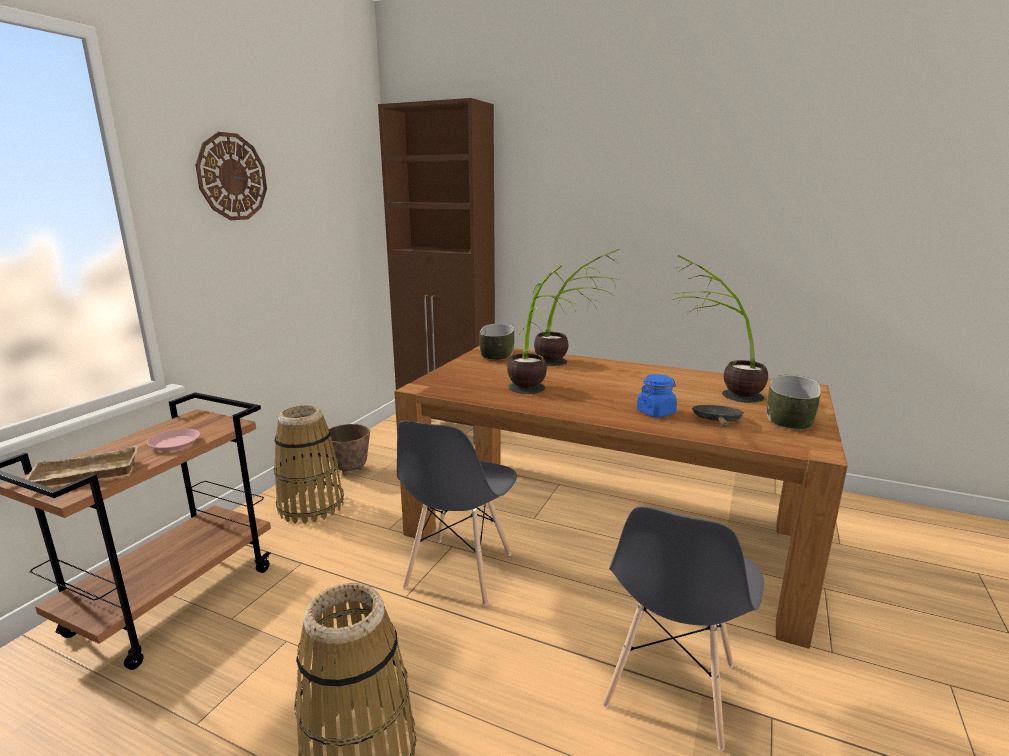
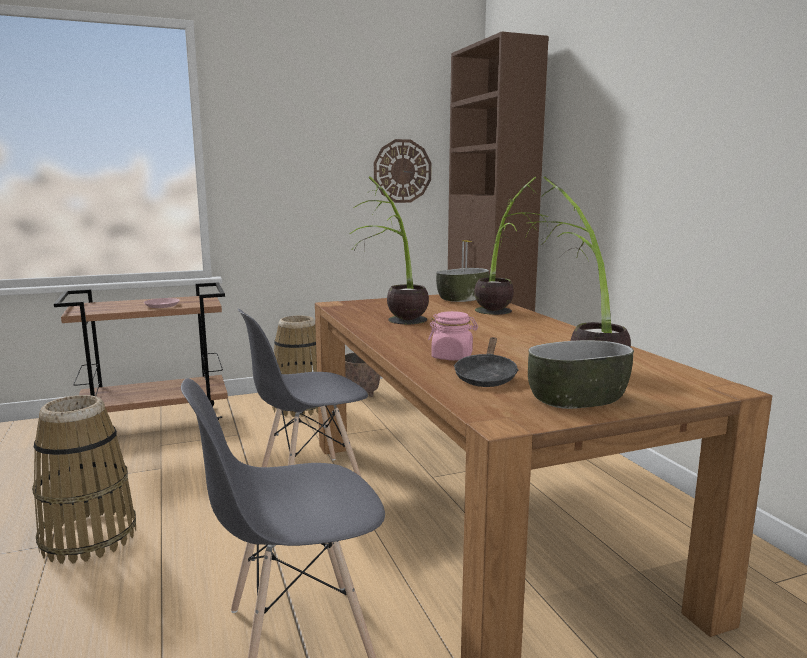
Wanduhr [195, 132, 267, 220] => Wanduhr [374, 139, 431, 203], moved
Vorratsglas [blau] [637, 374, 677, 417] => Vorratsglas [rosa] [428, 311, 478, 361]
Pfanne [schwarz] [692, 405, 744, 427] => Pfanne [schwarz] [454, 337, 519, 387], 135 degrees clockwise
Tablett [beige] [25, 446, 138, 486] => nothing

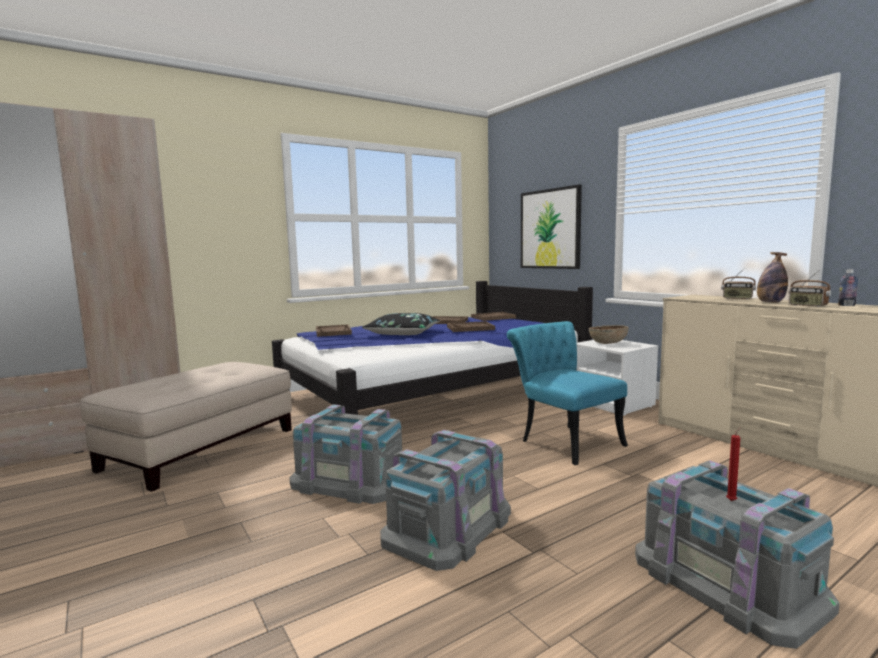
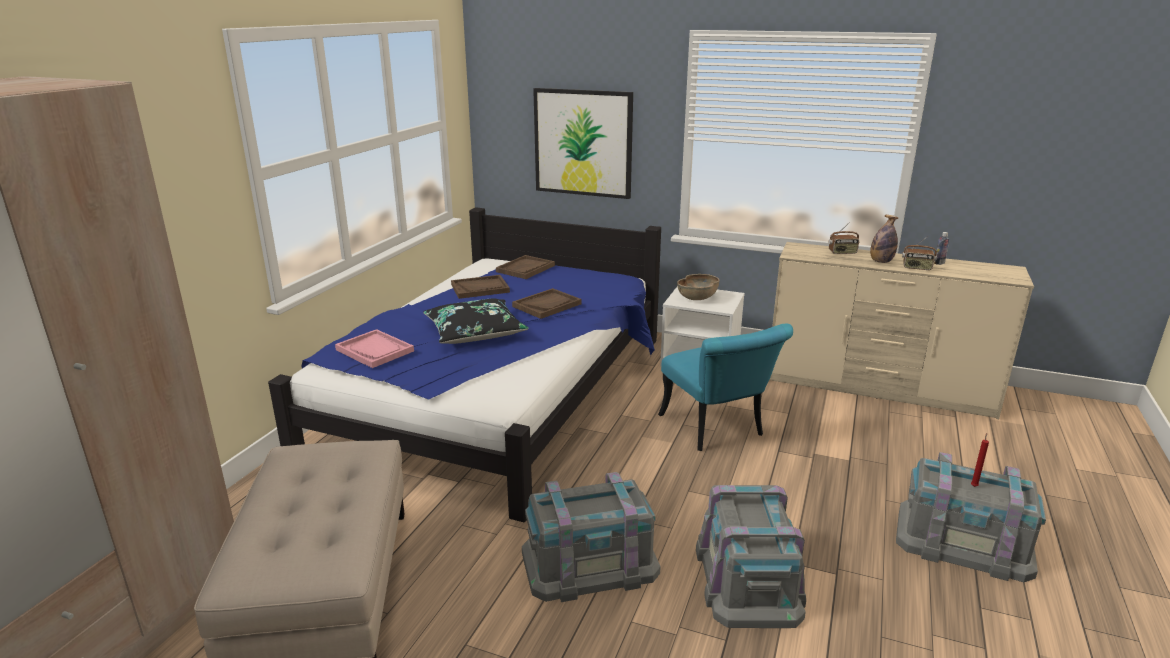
Stuhl [türkis] [507, 321, 628, 465] => Stuhl [türkis] [658, 323, 793, 451], 135 degrees counterclockwise
Tablett [braun] [316, 325, 352, 337] => Tablett [rosa] [335, 329, 414, 368]

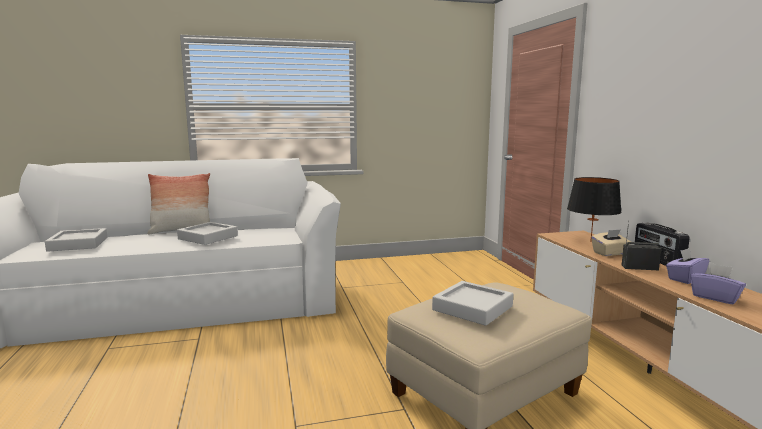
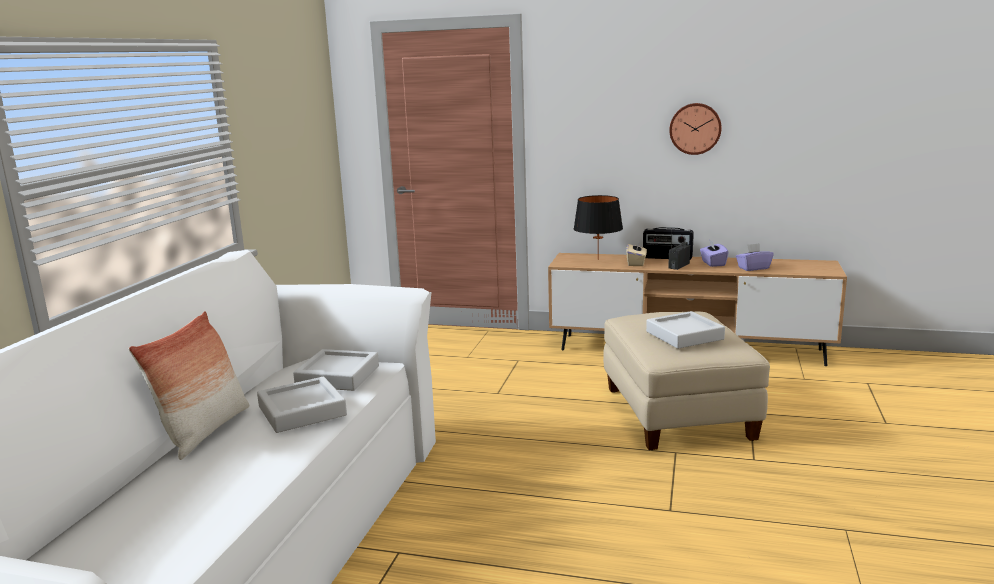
Tablett [grau] [45, 228, 107, 252] => Tablett [grau] [293, 349, 379, 391], moved
nothing => Wanduhr [669, 103, 722, 155]

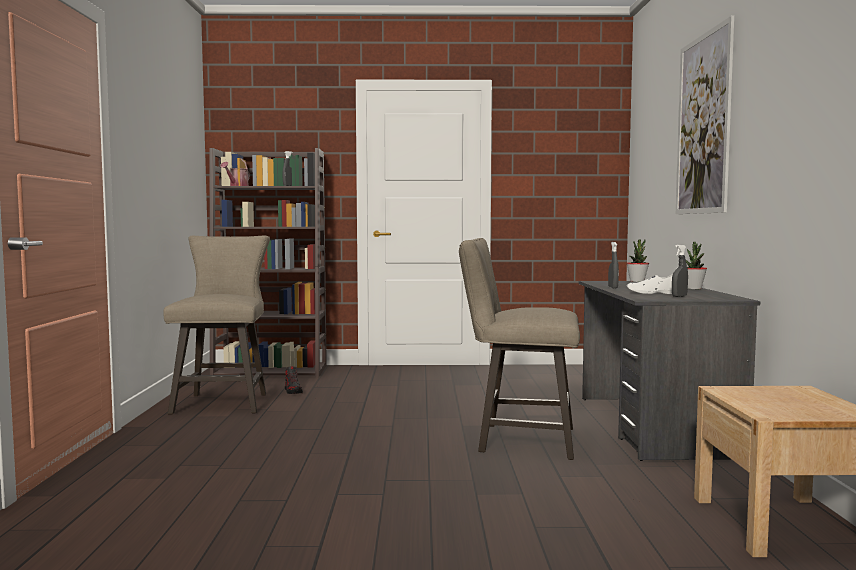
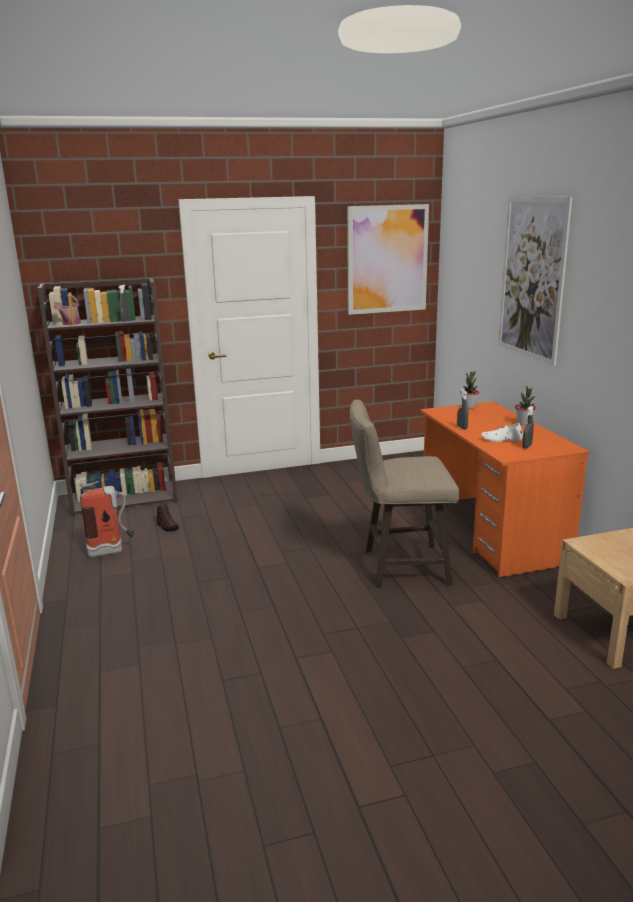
Hocker [beige] [163, 236, 270, 414] => Feuerlöscher [80, 481, 135, 558]
Schreibtisch [grau] [579, 281, 760, 461] => Schreibtisch [orange] [420, 402, 590, 578]
nothing => Bild [347, 204, 429, 315]

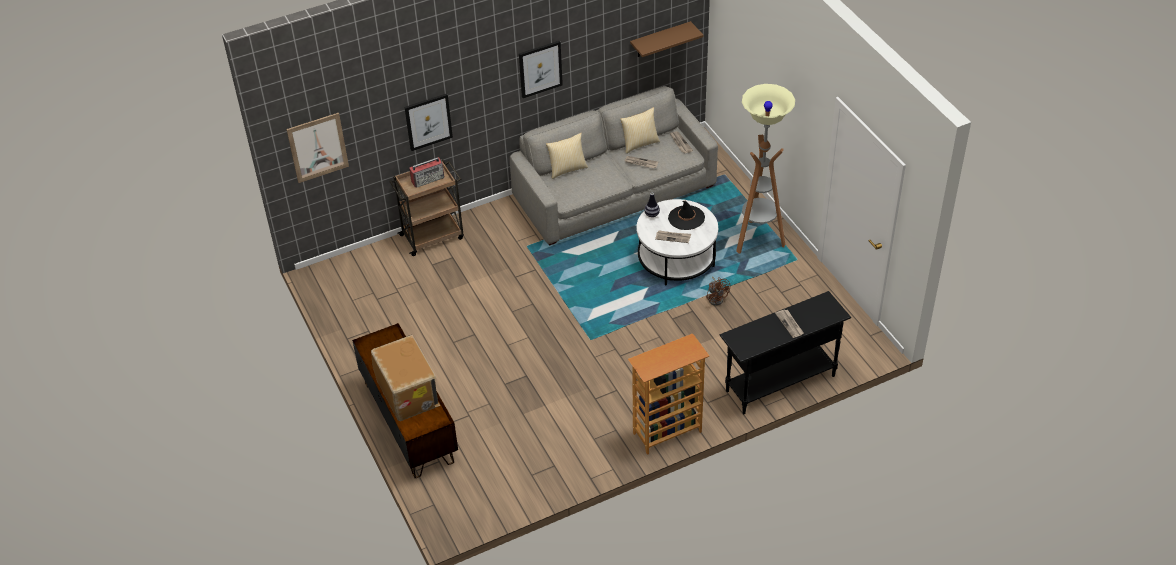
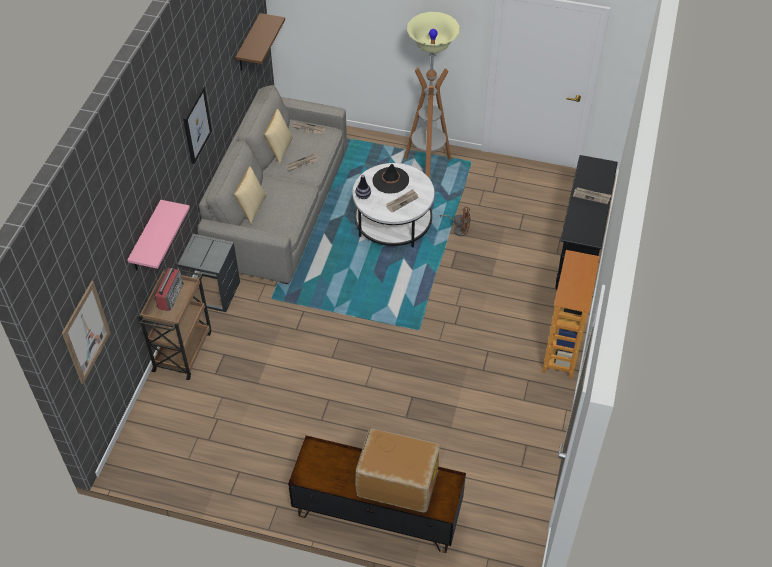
Bild [404, 93, 453, 151] => Wandregal [rosa] [127, 200, 190, 270]
nothing => Beistelltisch [grau] [177, 234, 240, 312]

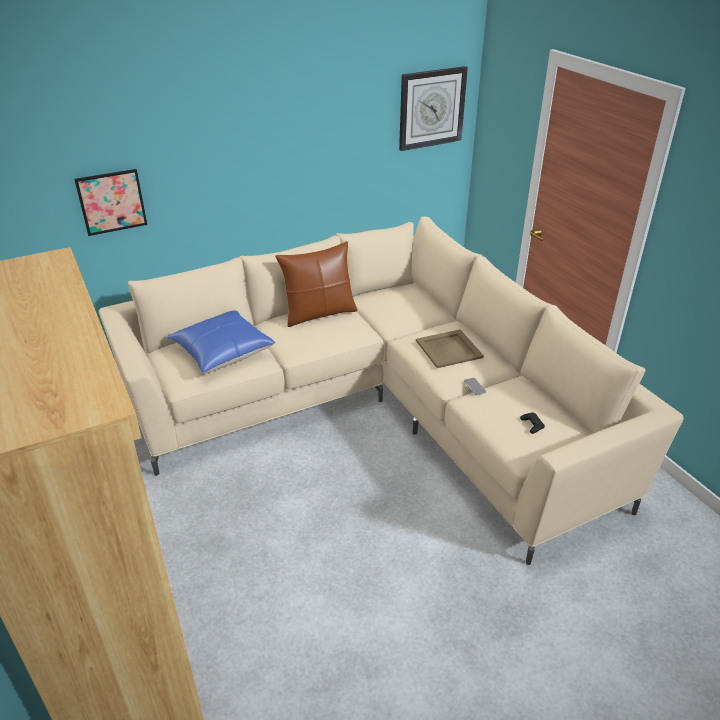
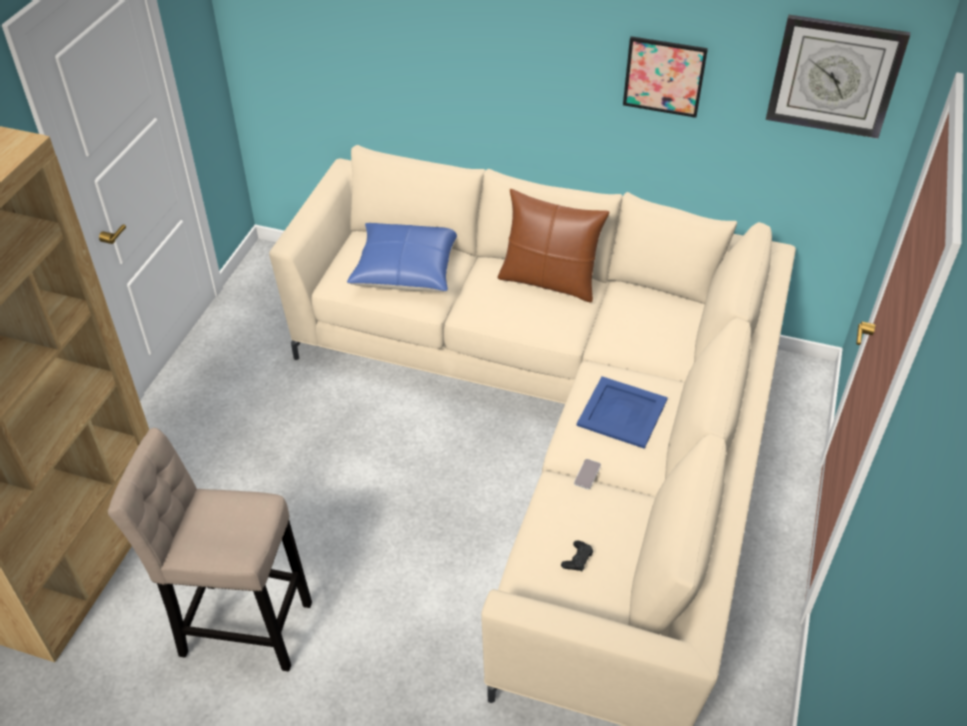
Bild [74, 169, 147, 236] => Bild [623, 36, 708, 118], moved
Tablett [beige] [416, 329, 484, 368] => Tablett [blau] [576, 376, 668, 449]
nothing => Hocker [beige] [108, 428, 312, 672]

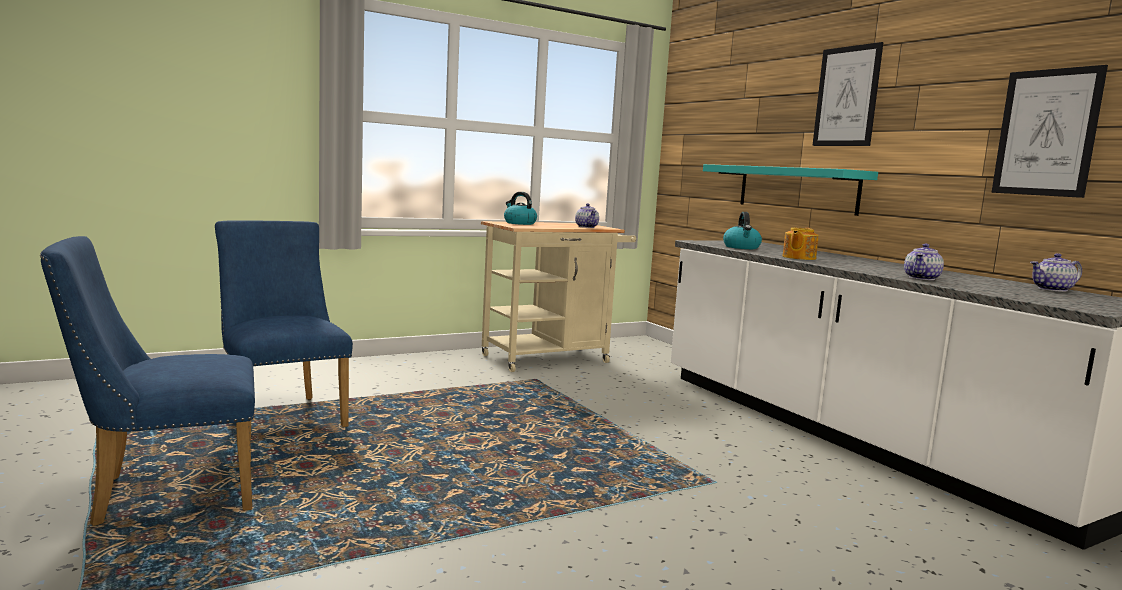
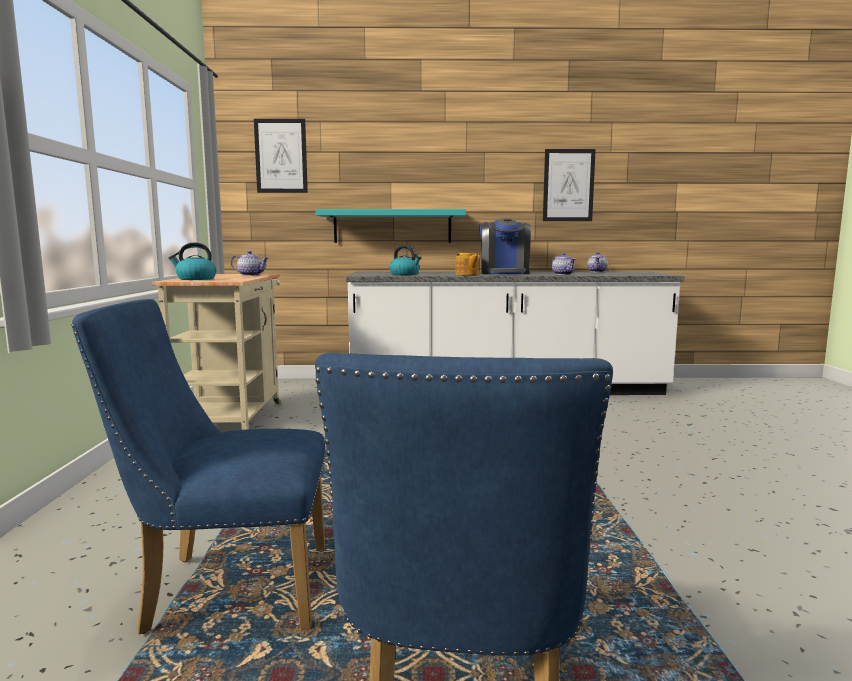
Bild [812, 42, 883, 146] => Bild [254, 119, 308, 193], moved
nothing => Kaffeemaschine [479, 218, 531, 274]

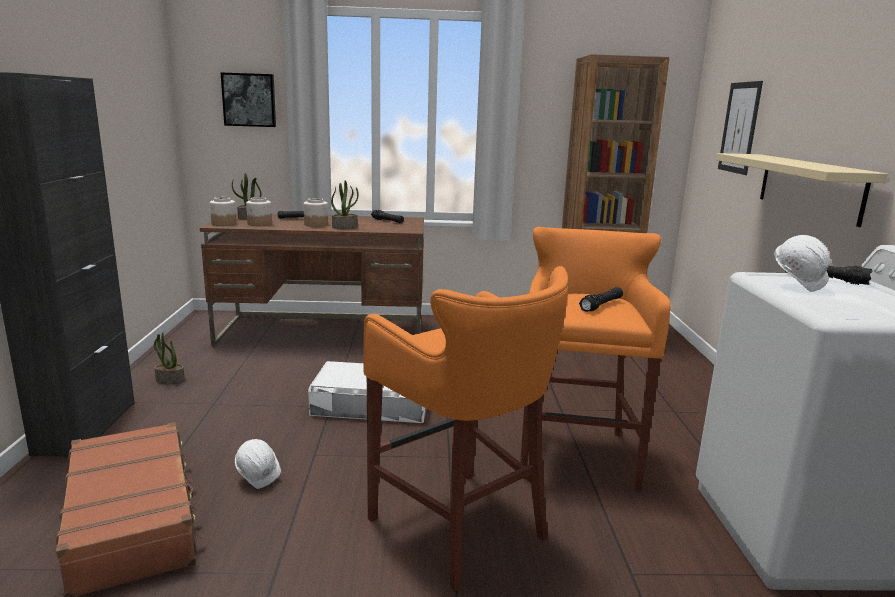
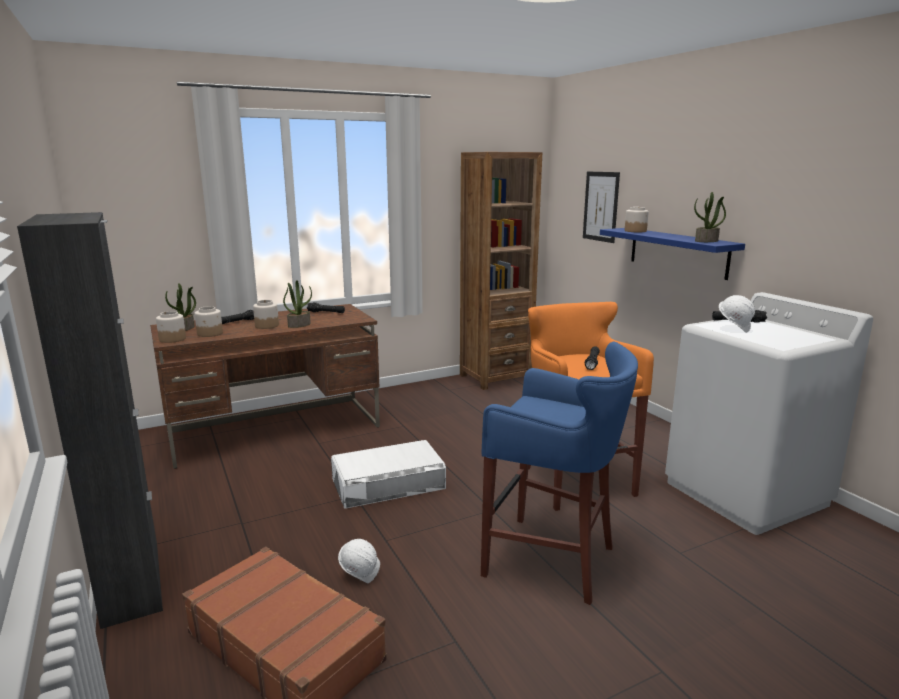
Bild [221, 72, 276, 127] => nothing
Wandregal [beige] [716, 153, 888, 227] => Wandregal [blau] [600, 228, 745, 280]
Hocker [orange] [363, 266, 568, 591] => Hocker [blau] [481, 342, 638, 605]
Topfpflanze [154, 332, 185, 384] => Topfpflanze [694, 192, 726, 242], moved
nothing => Vorratsglas [625, 207, 649, 232]

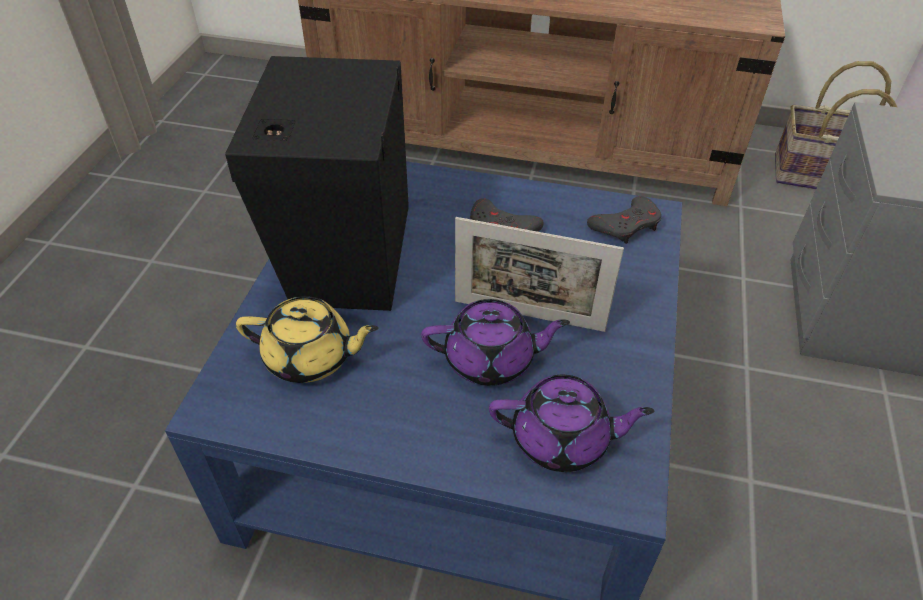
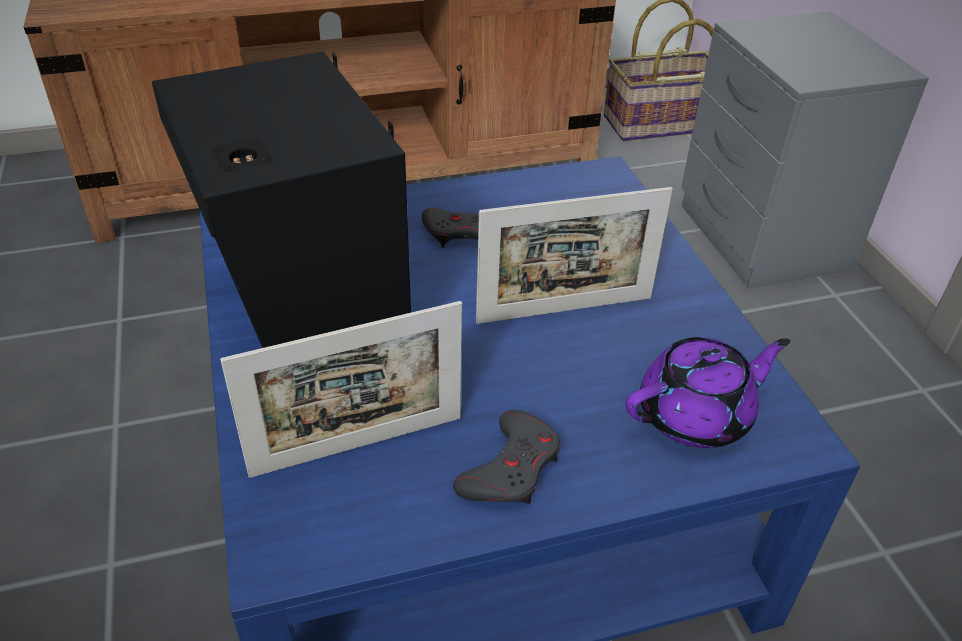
Gamepad [grau] [587, 196, 661, 244] => Gamepad [grau] [453, 410, 561, 505], moved
Teekanne [gelb] [236, 296, 379, 383] => Bilderrahmen [220, 301, 462, 478]
Teekanne [lila] [421, 299, 570, 386] => nothing

